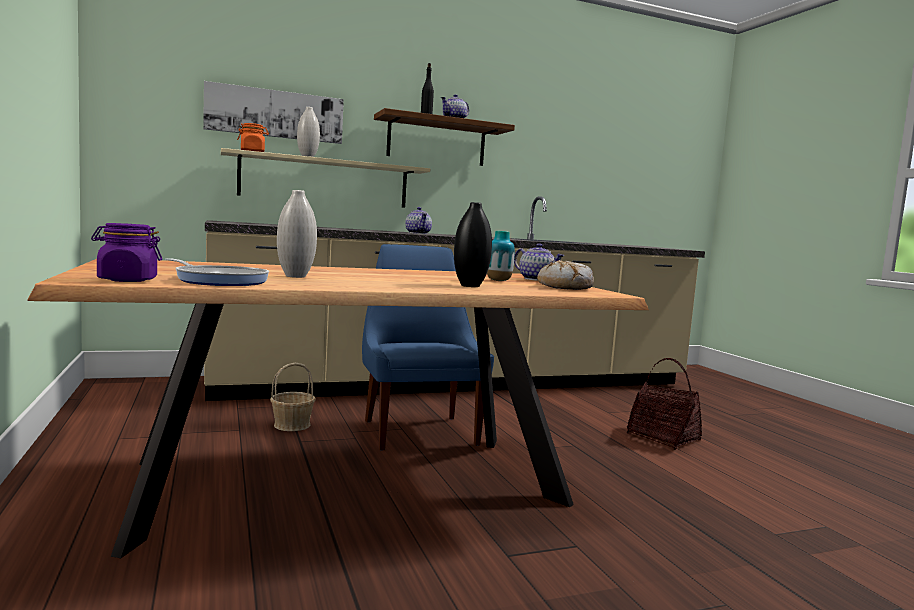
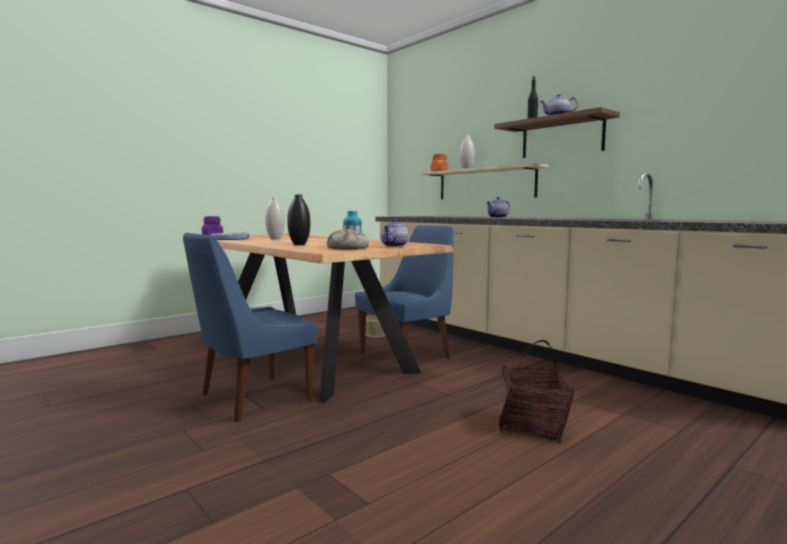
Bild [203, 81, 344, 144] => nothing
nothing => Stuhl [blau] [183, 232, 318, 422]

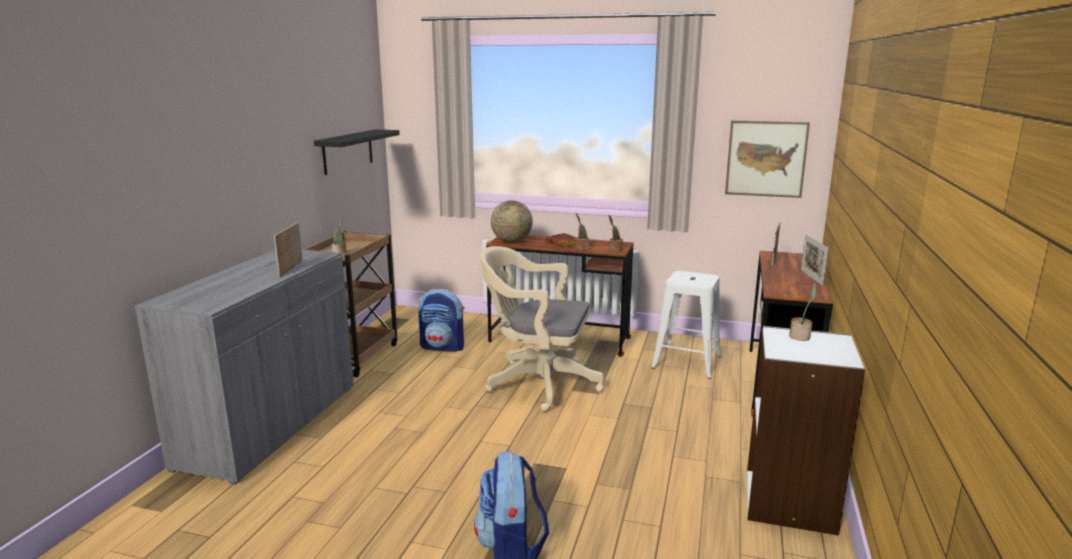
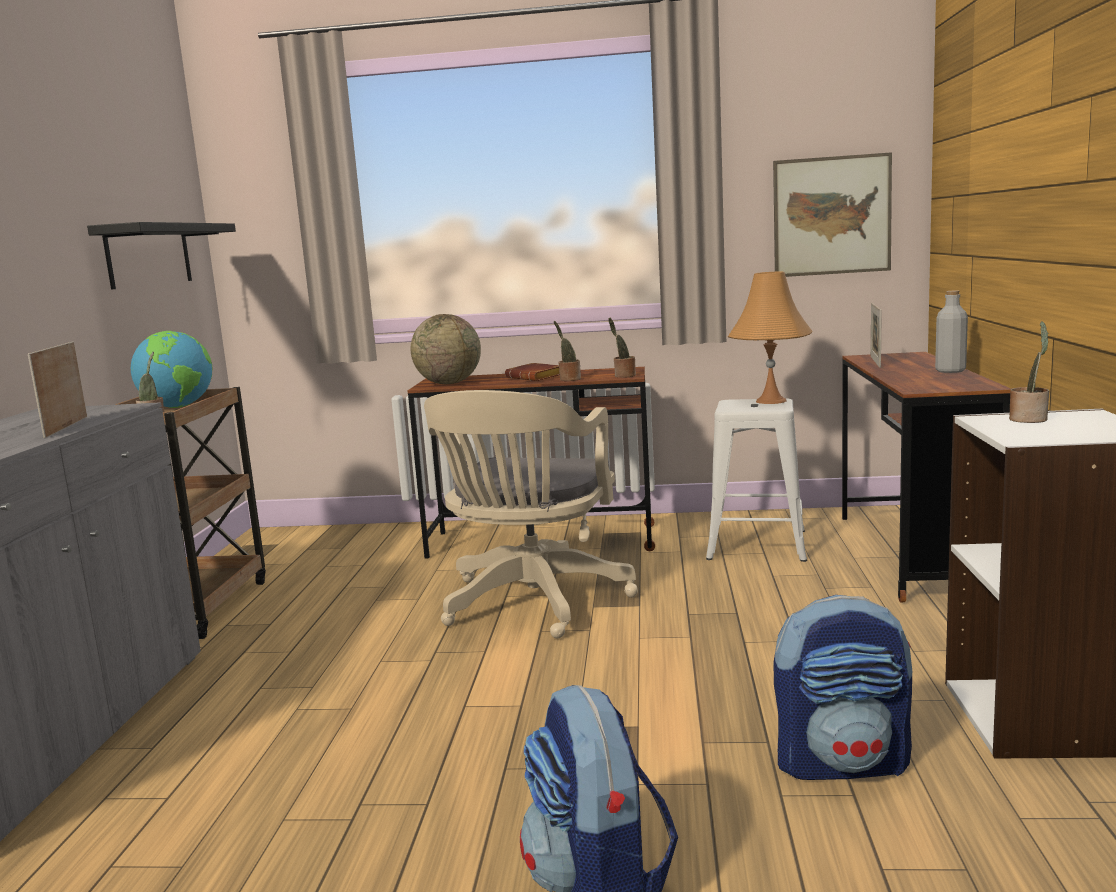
Bilderrahmen [801, 234, 828, 286] => Flasche [grau] [935, 291, 968, 373]
Bürostuhl [beige] [480, 246, 604, 412] => Bürostuhl [beige] [424, 390, 638, 638], 75 degrees counterclockwise
Rucksack [418, 289, 464, 352] => Rucksack [773, 595, 912, 780], moved
nothing => Tischlampe [orange] [728, 272, 813, 404]
nothing => Globus [131, 331, 212, 408]

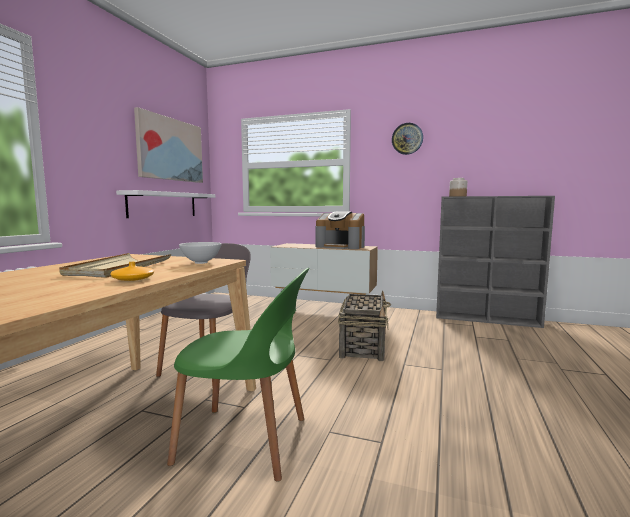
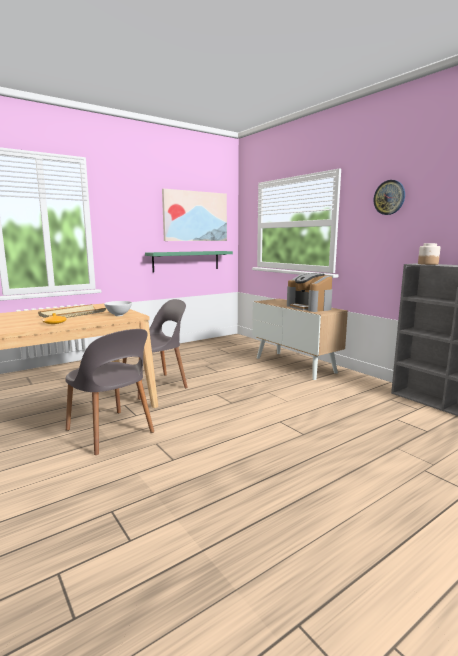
Wandregal [weiß] [116, 190, 215, 218] => Wandregal [grün] [145, 251, 233, 272]
Stuhl [grün] [167, 268, 310, 482] => Stuhl [grau] [65, 329, 154, 455]
Korb [338, 291, 391, 361] => nothing

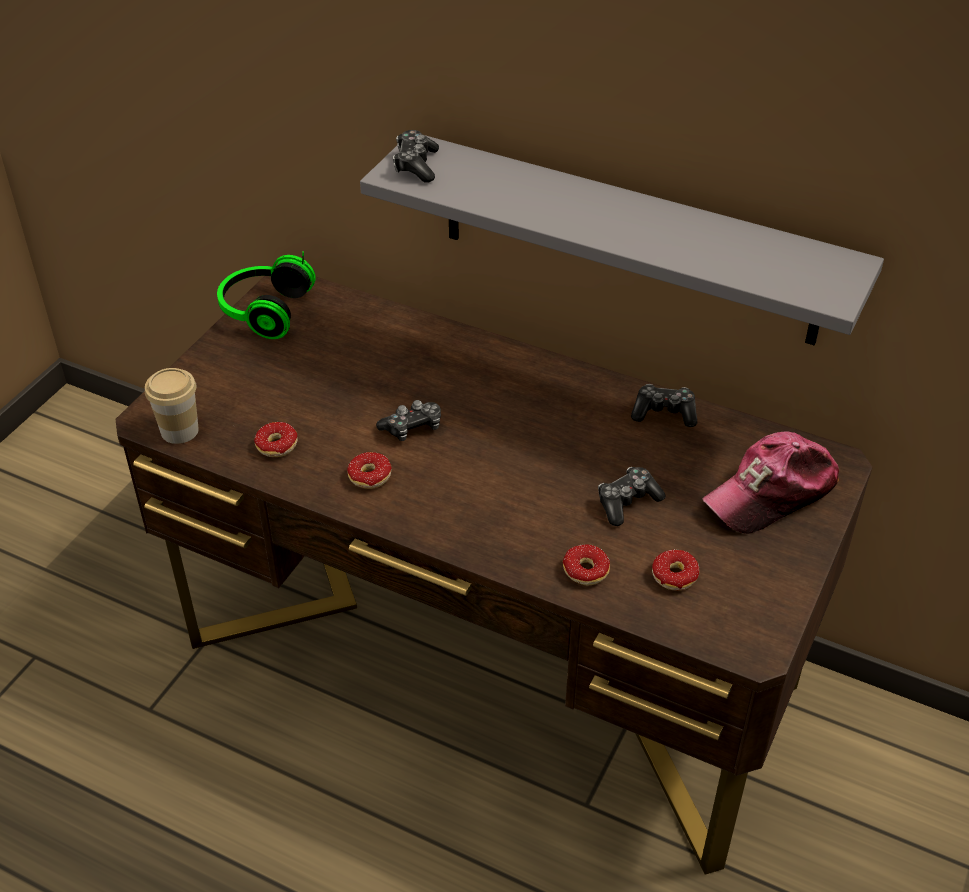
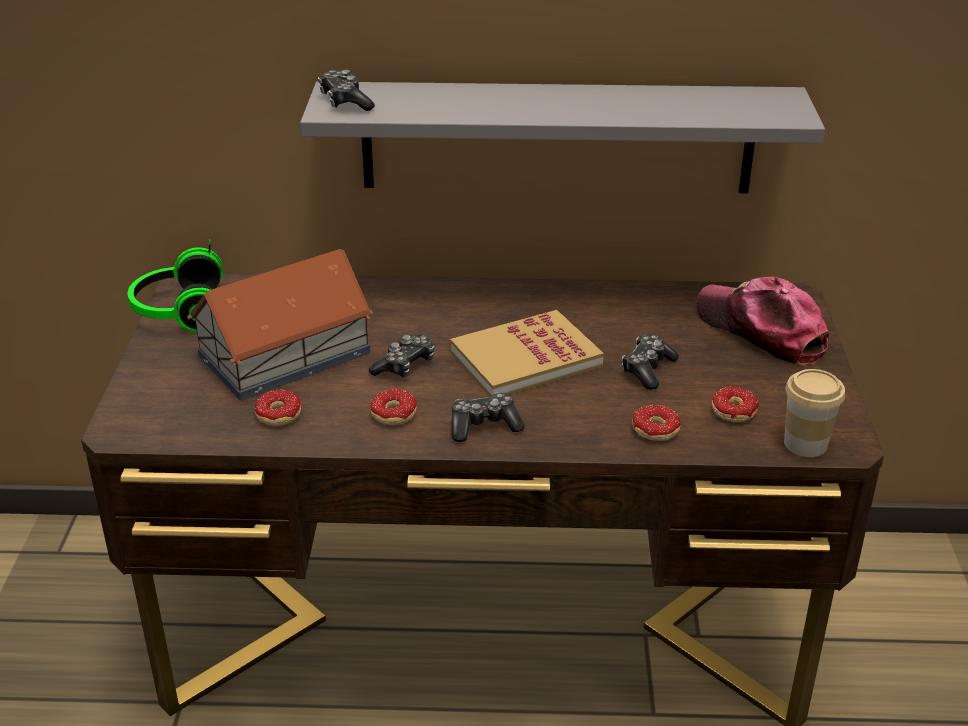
Tasse [145, 368, 199, 444] => Tasse [784, 369, 845, 457], moved
Gamepad [631, 384, 697, 427] => Gamepad [451, 392, 525, 442], moved
Kappe [702, 431, 839, 534] => Kappe [696, 277, 829, 366], 105 degrees clockwise
nothing => Spielzeughaus [187, 249, 373, 401]
nothing => Buch [449, 310, 604, 397]

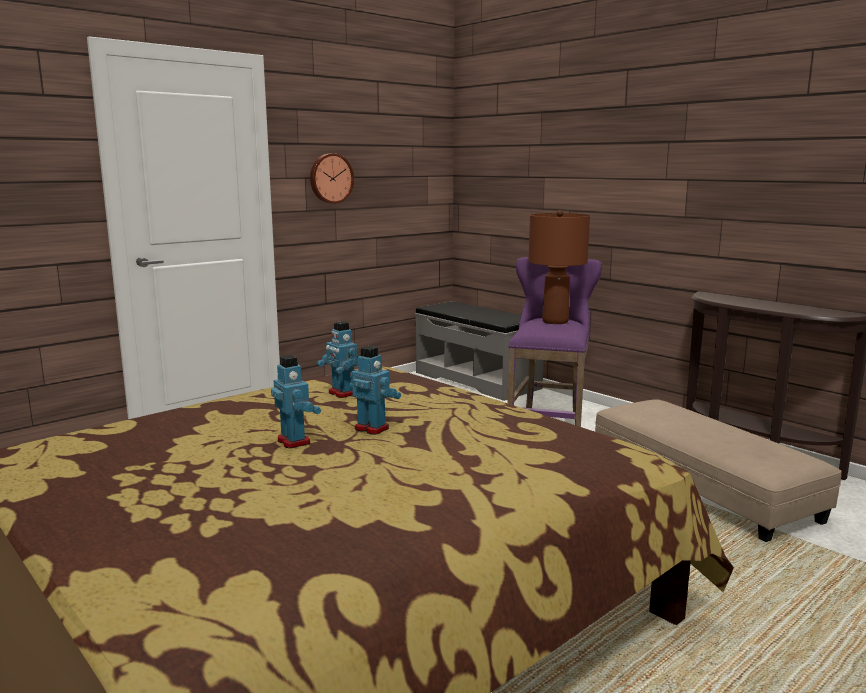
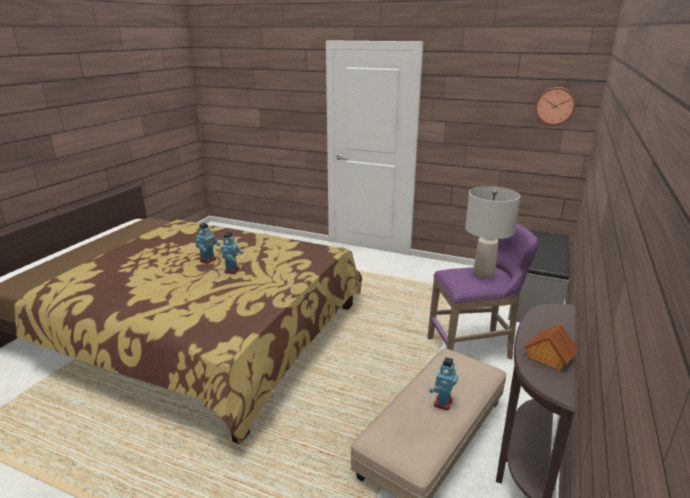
Wanduhr [310, 153, 354, 204] => Wanduhr [535, 87, 575, 125], moved
Tischlampe [braun] [528, 210, 590, 324] => Tischlampe [grau] [465, 186, 520, 279]
Spielzeugroboter [317, 321, 358, 398] => Spielzeugroboter [429, 357, 458, 410], moved
nothing => Spielzeughaus [524, 324, 578, 371]

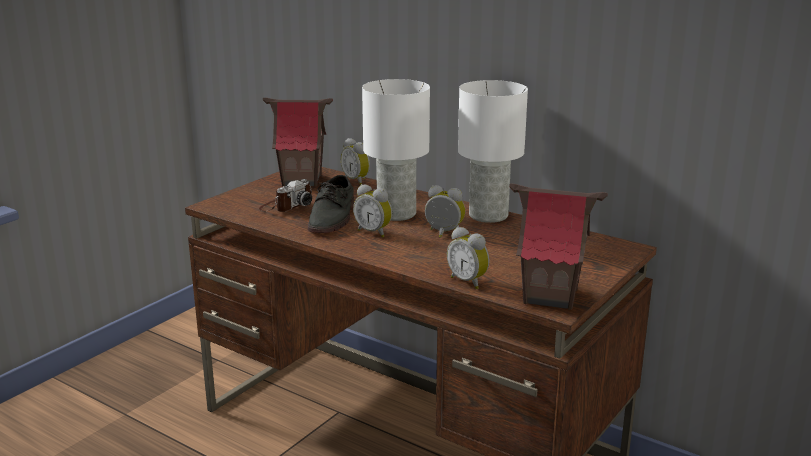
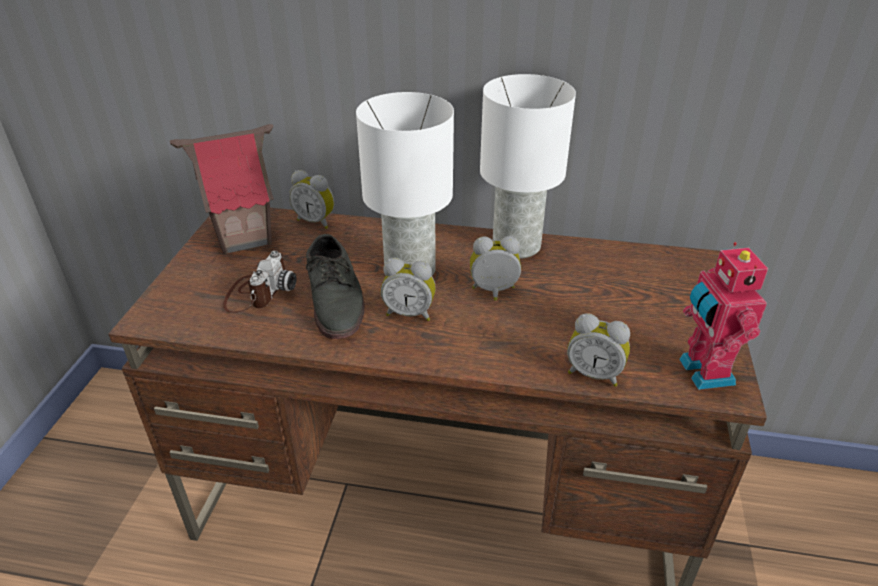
Spielzeughaus [510, 183, 608, 310] => Spielzeugroboter [679, 242, 768, 390]

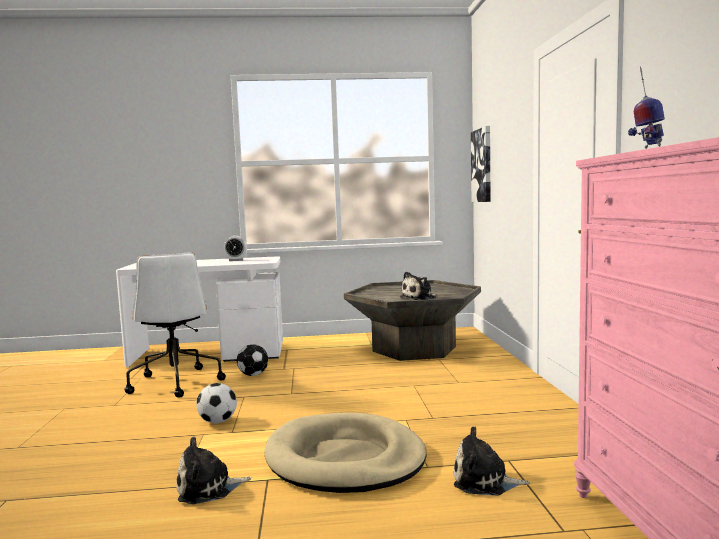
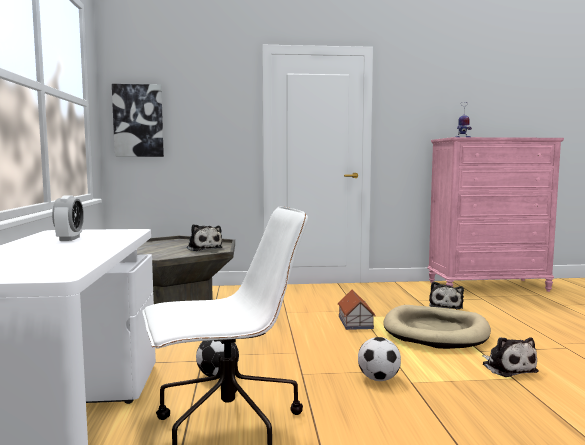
nothing => Spielzeughaus [337, 290, 376, 330]

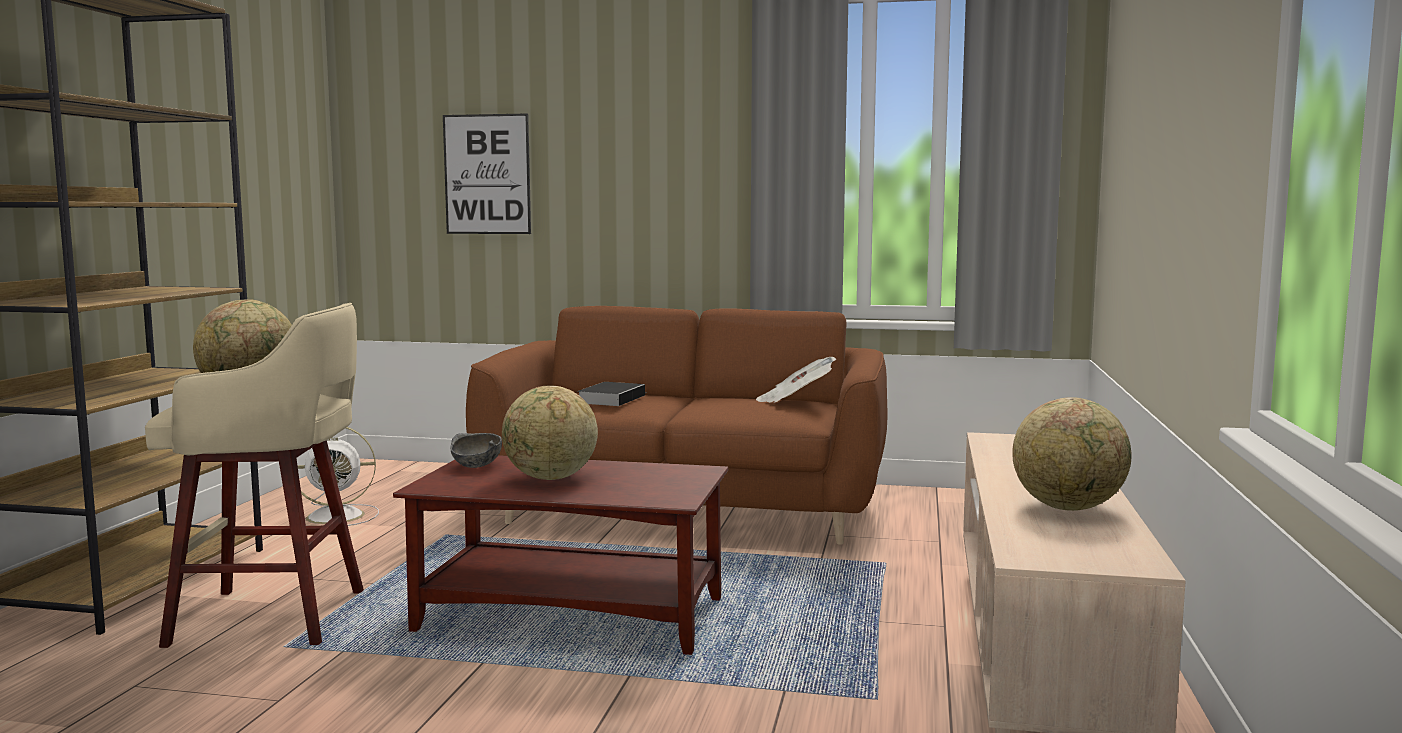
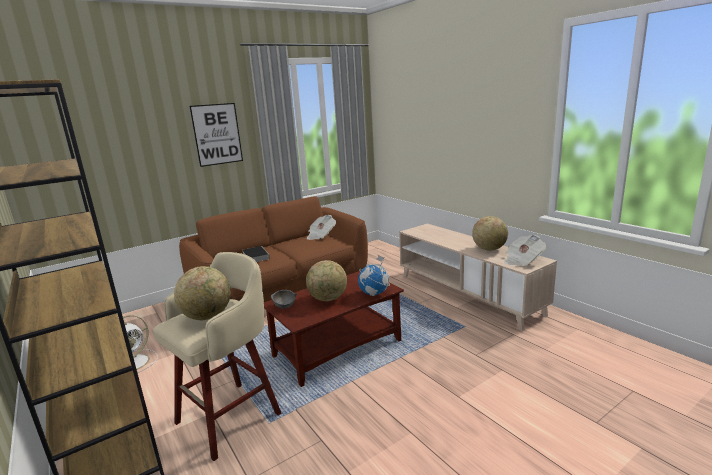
Bild [443, 114, 531, 234] => Bild [190, 103, 243, 167], moved
nothing => Zeitung [504, 235, 546, 266]
nothing => Globus [358, 254, 390, 296]

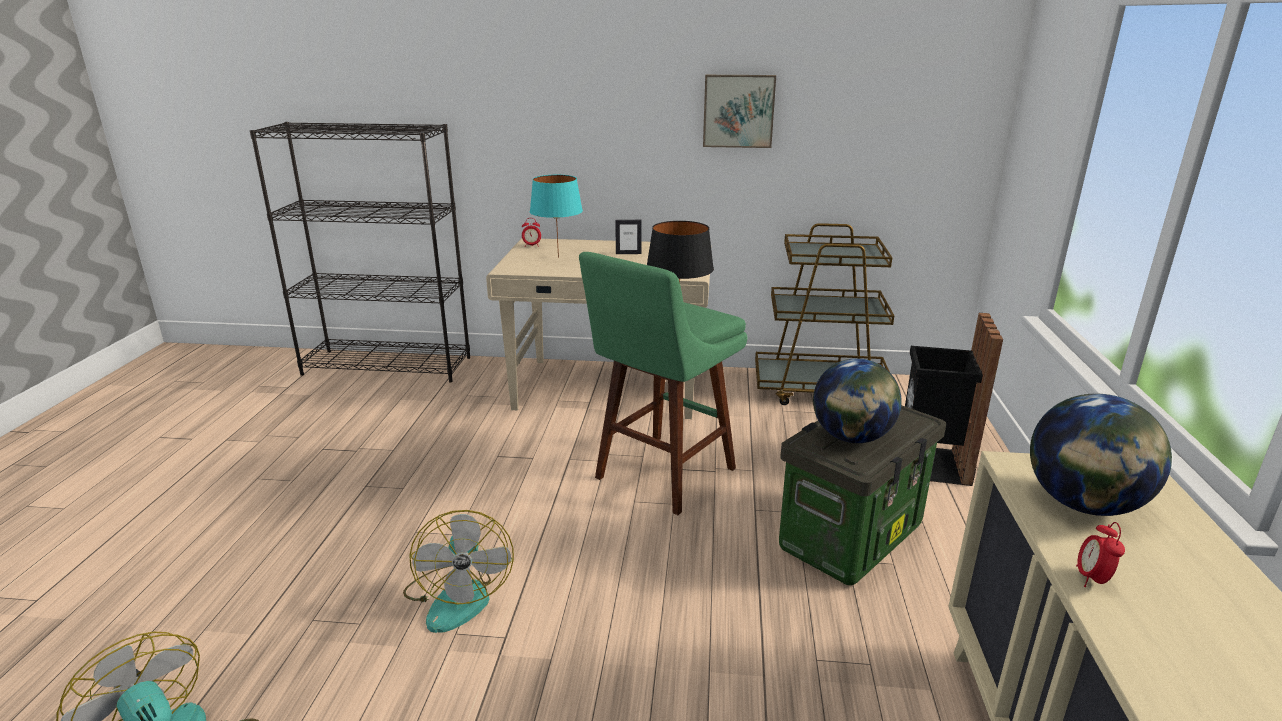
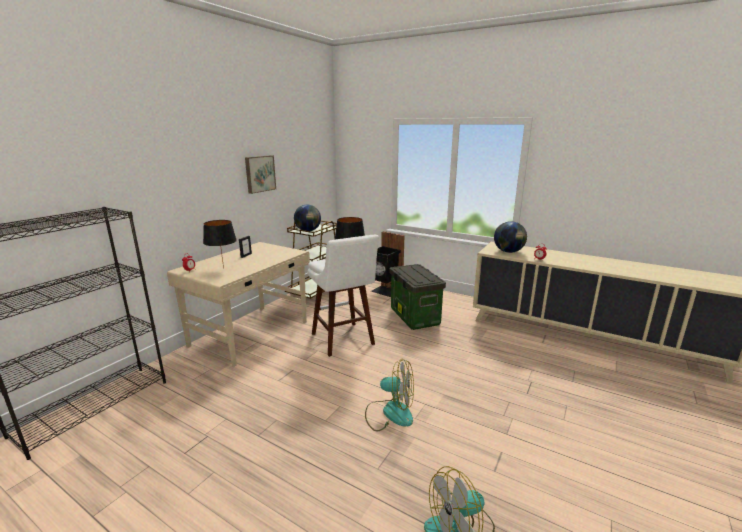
Tischlampe [türkis] [530, 175, 583, 258] => Tischlampe [schwarz] [203, 220, 237, 269]
Hocker [grün] [579, 252, 747, 515] => Hocker [weiß] [308, 235, 379, 357]
Globus [813, 358, 902, 443] => Globus [294, 205, 321, 231], moved

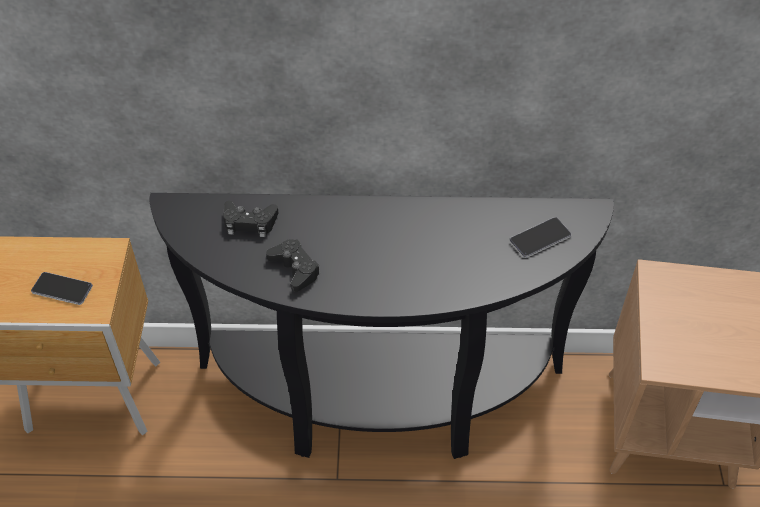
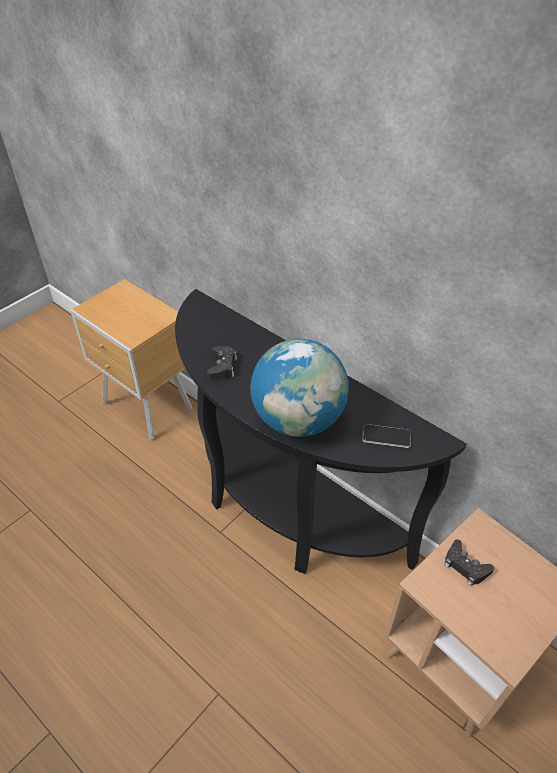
Gamepad [schwarz] [223, 201, 279, 237] => Gamepad [schwarz] [445, 539, 494, 586], moved
Handy [31, 272, 93, 305] => nothing
nothing => Globus [250, 339, 349, 437]

